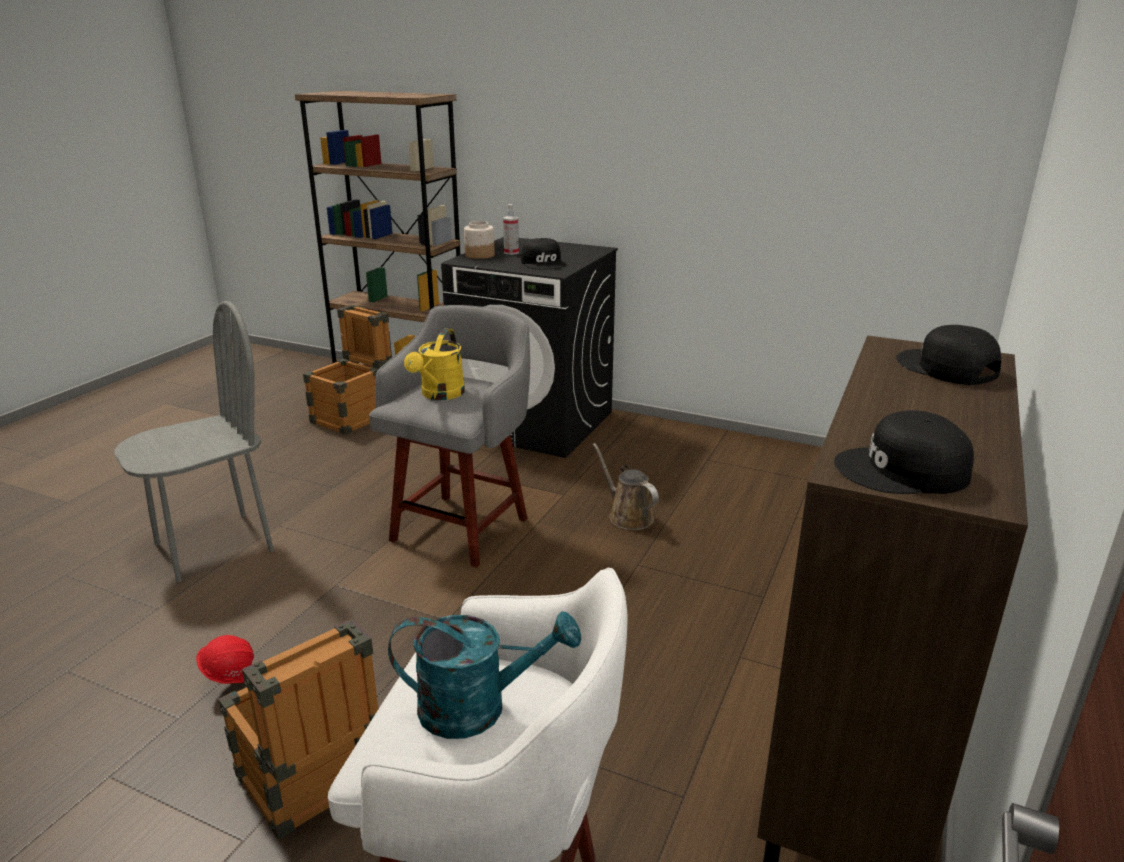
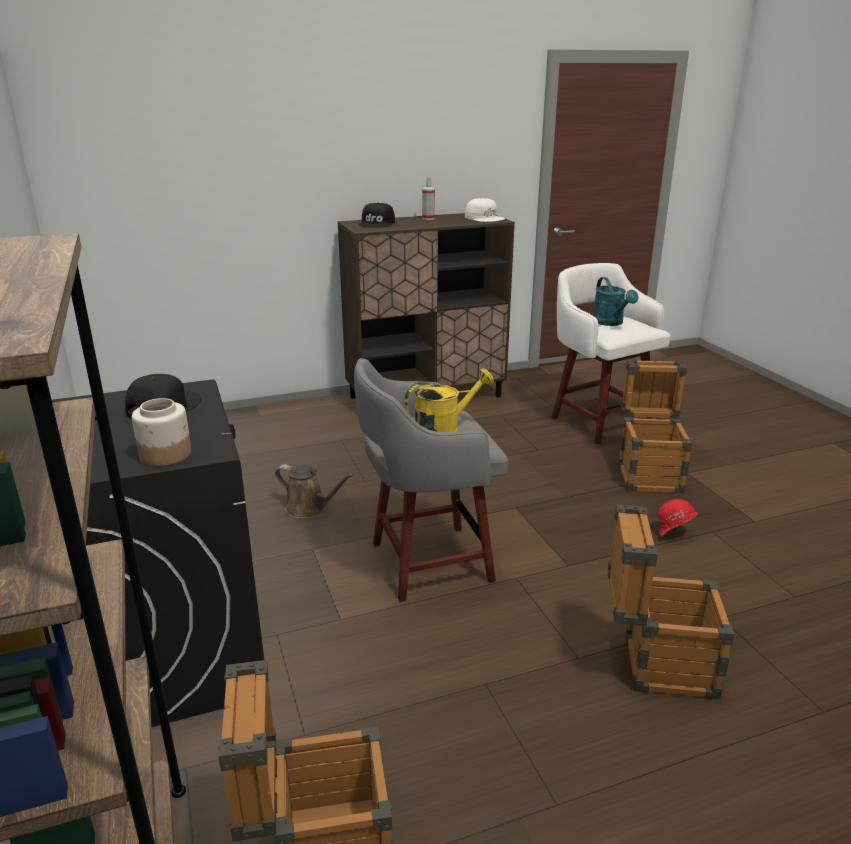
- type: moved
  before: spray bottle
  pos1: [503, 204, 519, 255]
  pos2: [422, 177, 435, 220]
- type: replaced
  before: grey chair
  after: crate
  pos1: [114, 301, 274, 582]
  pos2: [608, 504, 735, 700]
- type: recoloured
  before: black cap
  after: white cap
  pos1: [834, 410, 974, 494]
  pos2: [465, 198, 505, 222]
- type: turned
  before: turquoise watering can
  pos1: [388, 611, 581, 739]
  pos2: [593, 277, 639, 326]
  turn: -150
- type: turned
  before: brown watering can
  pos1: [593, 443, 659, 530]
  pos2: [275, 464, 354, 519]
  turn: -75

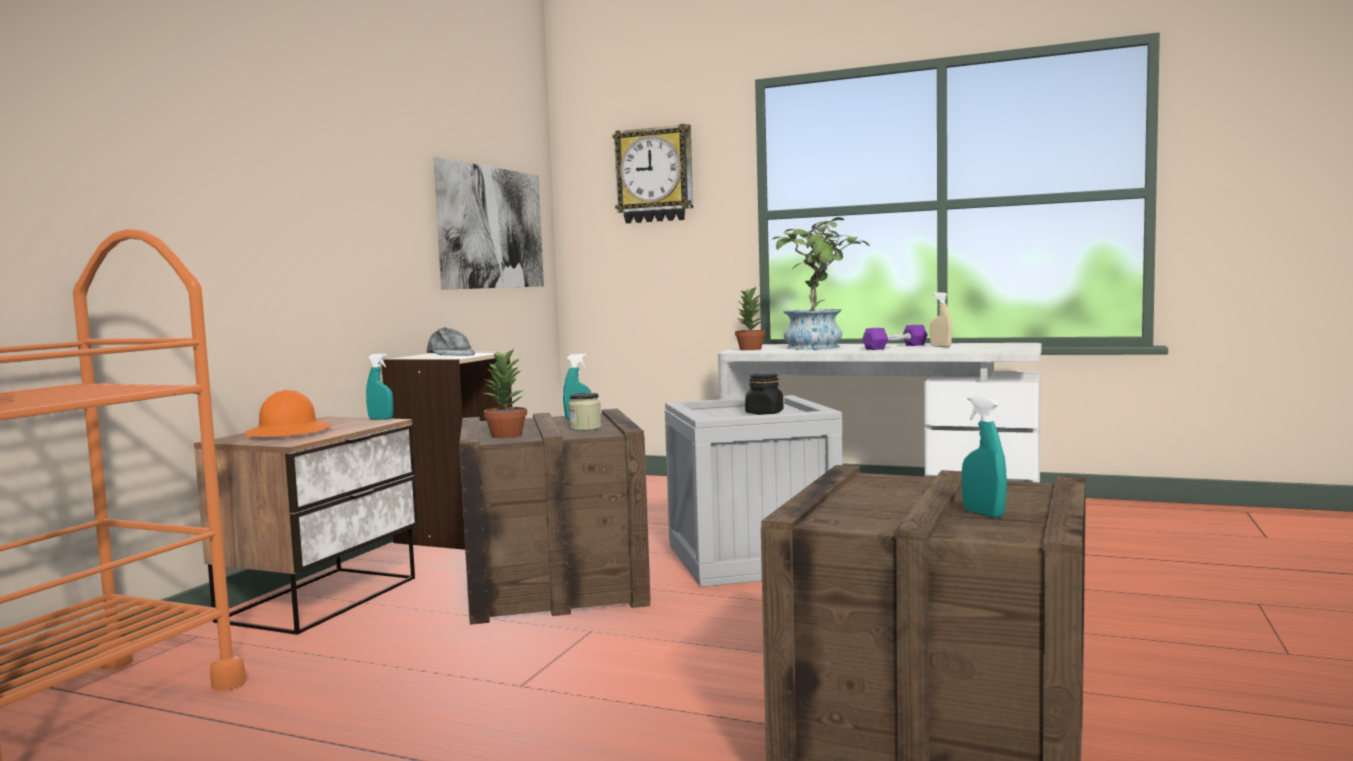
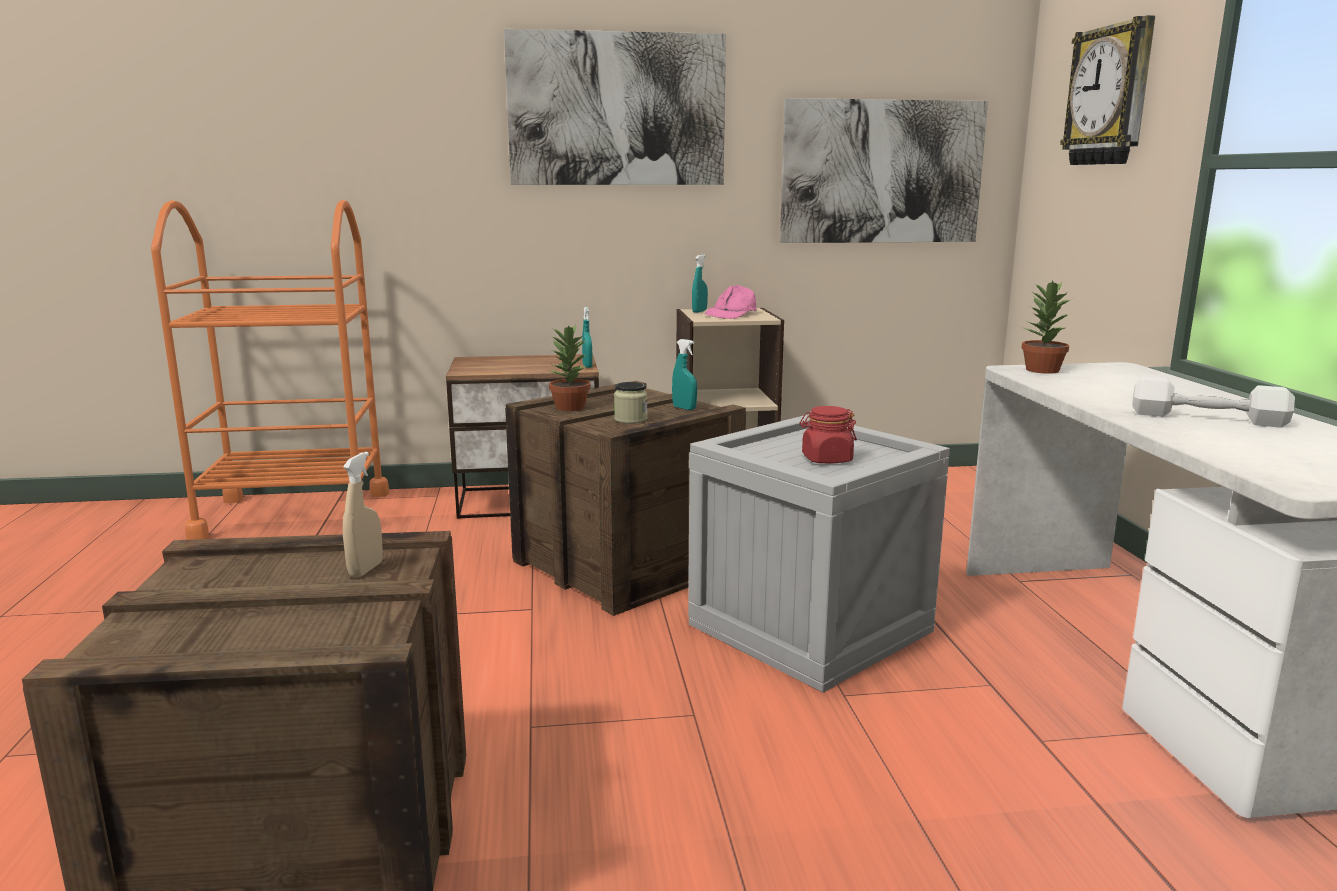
- type: removed
  before: orange hard hat
  pos1: [244, 390, 332, 437]
- type: removed
  before: potted plant
  pos1: [772, 217, 870, 350]
- type: added
  after: picture
  pos2: [504, 29, 726, 185]
- type: moved
  before: beige spray bottle
  pos1: [930, 292, 952, 347]
  pos2: [343, 452, 383, 578]
- type: moved
  before: turquoise spray bottle
  pos1: [962, 395, 1007, 518]
  pos2: [692, 254, 708, 313]
- type: recoloured
  before: grey cap
  after: pink cap
  pos1: [427, 327, 475, 356]
  pos2: [705, 285, 757, 319]
- type: recoloured
  before: black jar
  after: red jar
  pos1: [745, 373, 783, 415]
  pos2: [799, 406, 857, 463]
- type: recoloured
  before: purple dumbbell
  after: white dumbbell
  pos1: [862, 325, 928, 350]
  pos2: [1132, 376, 1295, 428]

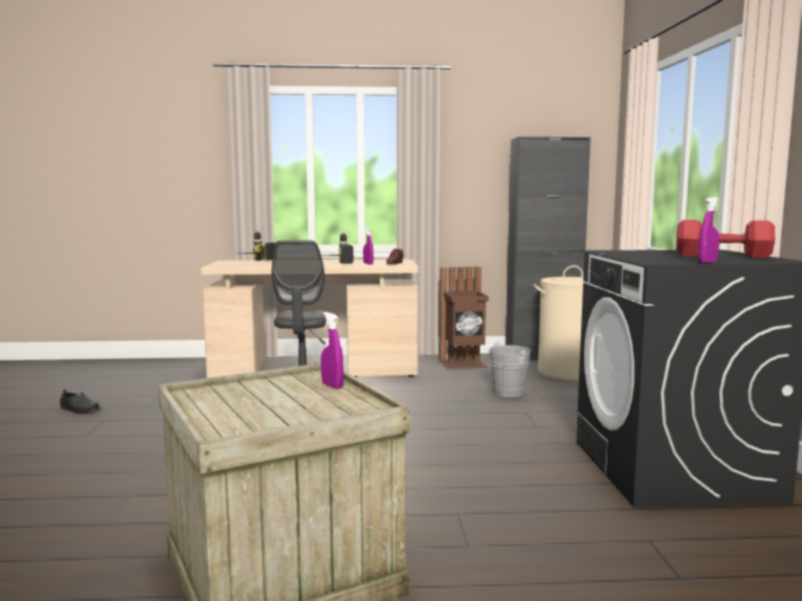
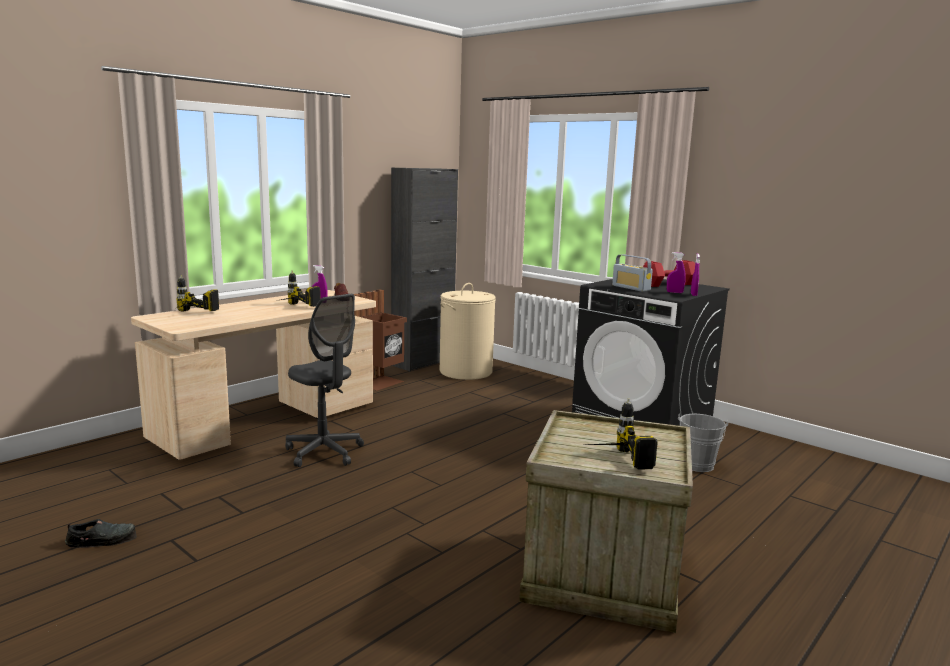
- type: added
  after: power drill
  pos2: [585, 398, 658, 470]
- type: added
  after: radio
  pos2: [612, 254, 653, 292]
- type: moved
  before: purple spray bottle
  pos1: [321, 312, 344, 389]
  pos2: [667, 252, 686, 293]
- type: moved
  before: grey bucket
  pos1: [481, 342, 531, 397]
  pos2: [678, 414, 728, 472]

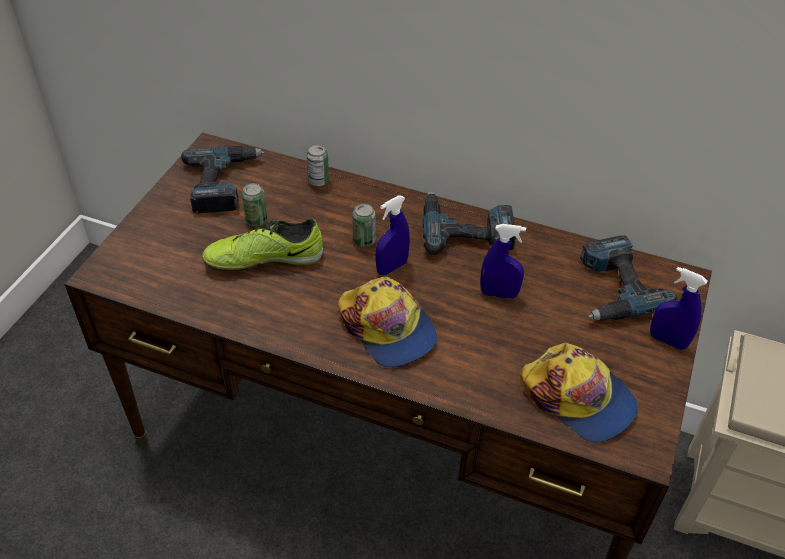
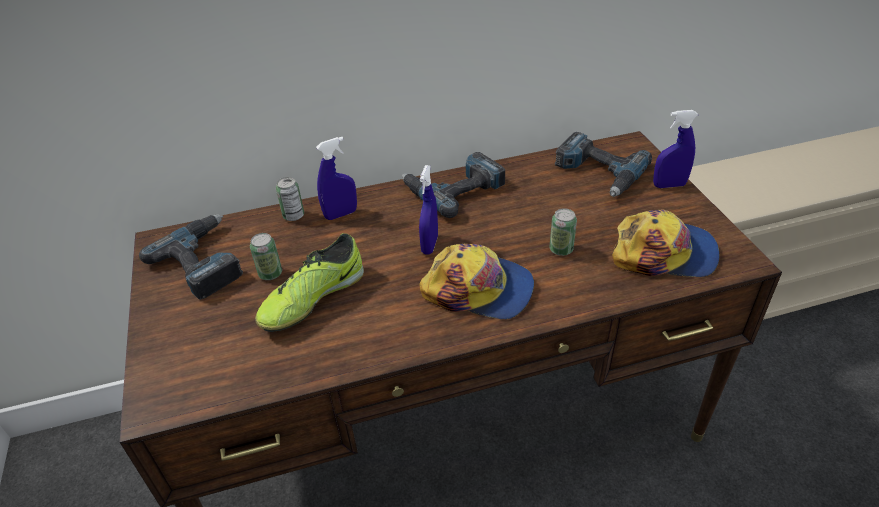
- type: moved
  before: can
  pos1: [352, 203, 376, 247]
  pos2: [550, 208, 577, 256]
- type: moved
  before: blue spray bottle
  pos1: [480, 224, 526, 299]
  pos2: [316, 137, 357, 220]

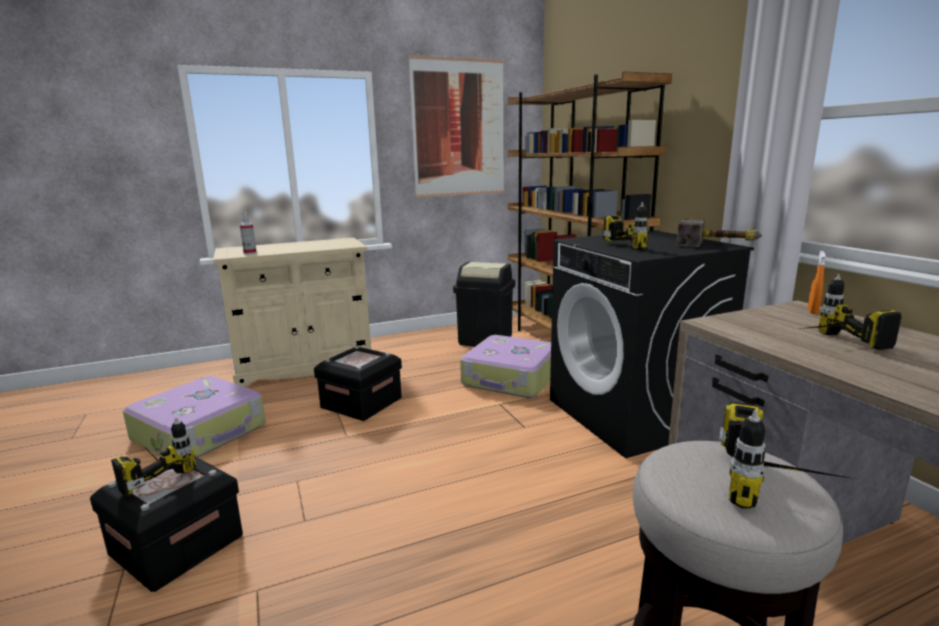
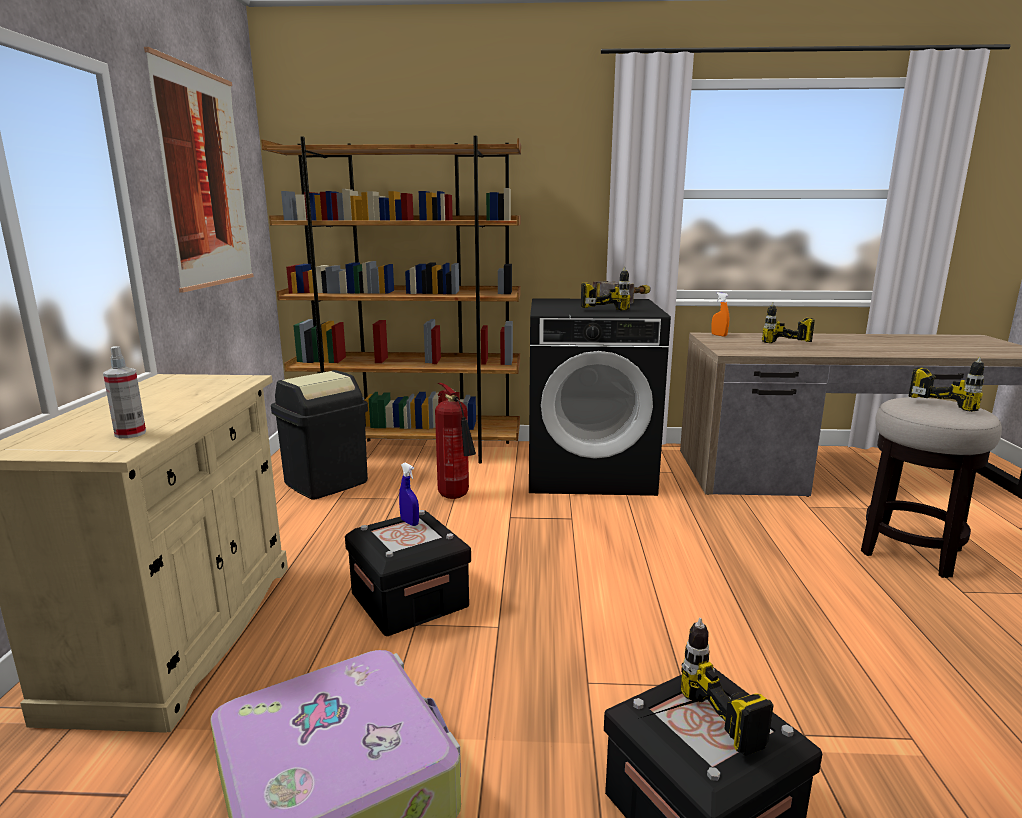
- type: added
  after: blue spray bottle
  pos2: [399, 463, 419, 526]
- type: replaced
  before: suitcase
  after: fire extinguisher
  pos1: [460, 335, 551, 398]
  pos2: [435, 383, 476, 499]

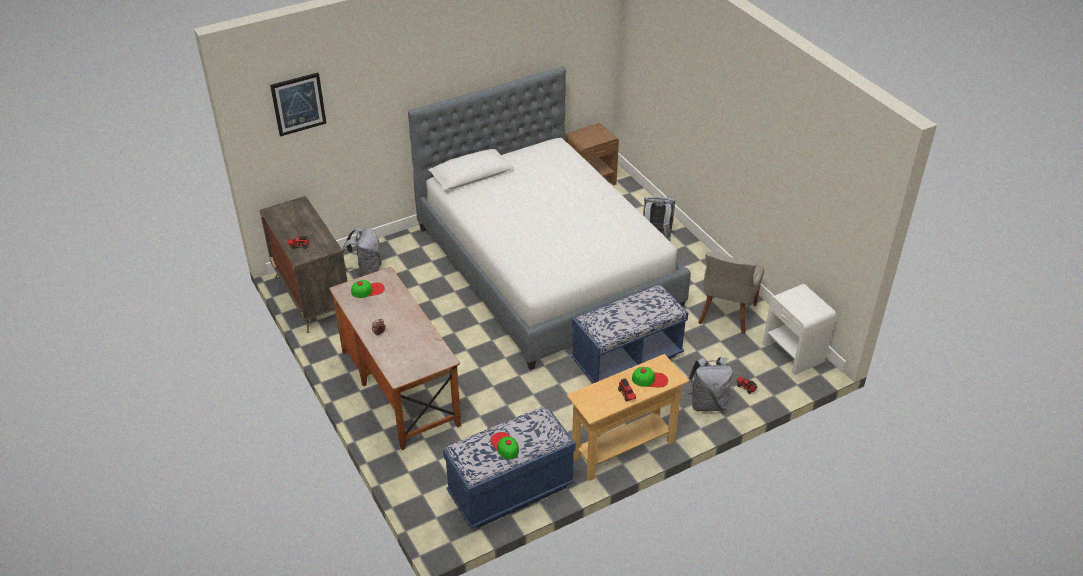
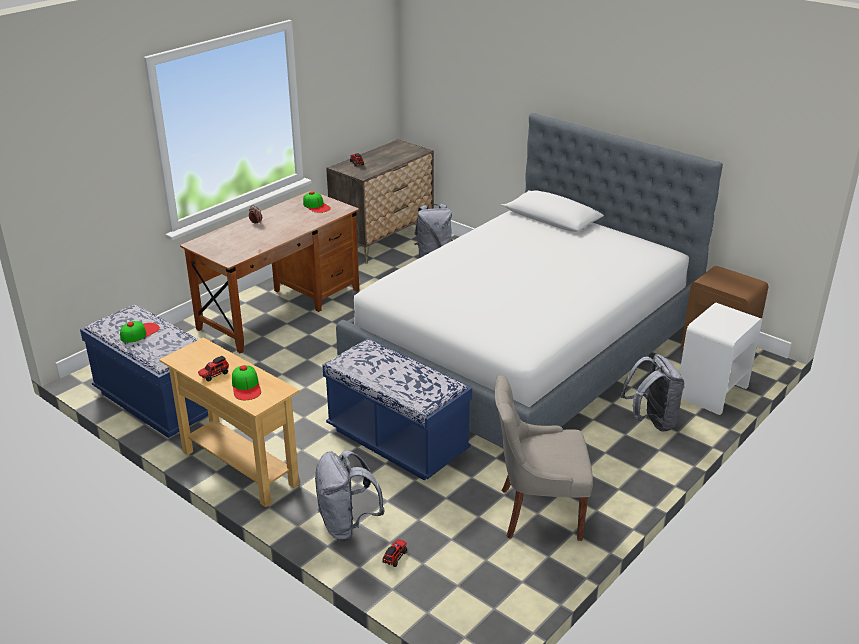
- type: removed
  before: picture
  pos1: [270, 72, 326, 136]
- type: moved
  before: white nightstand
  pos1: [762, 284, 836, 375]
  pos2: [680, 303, 762, 415]

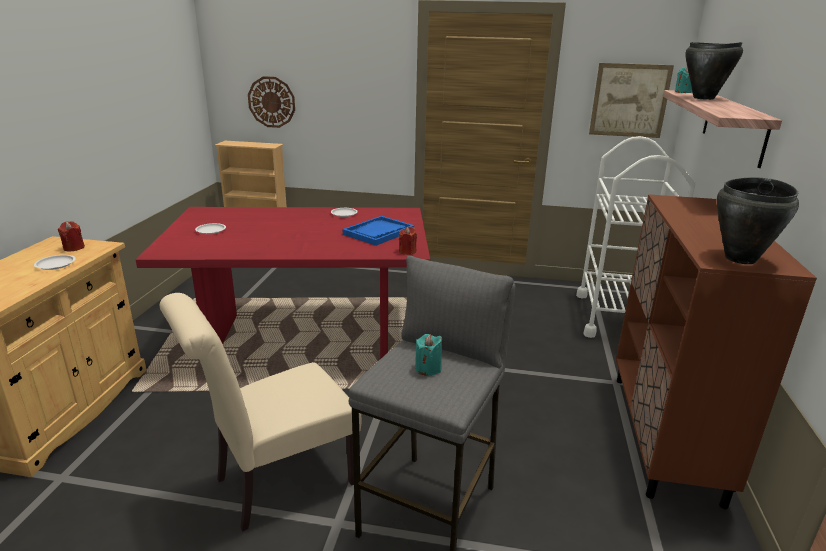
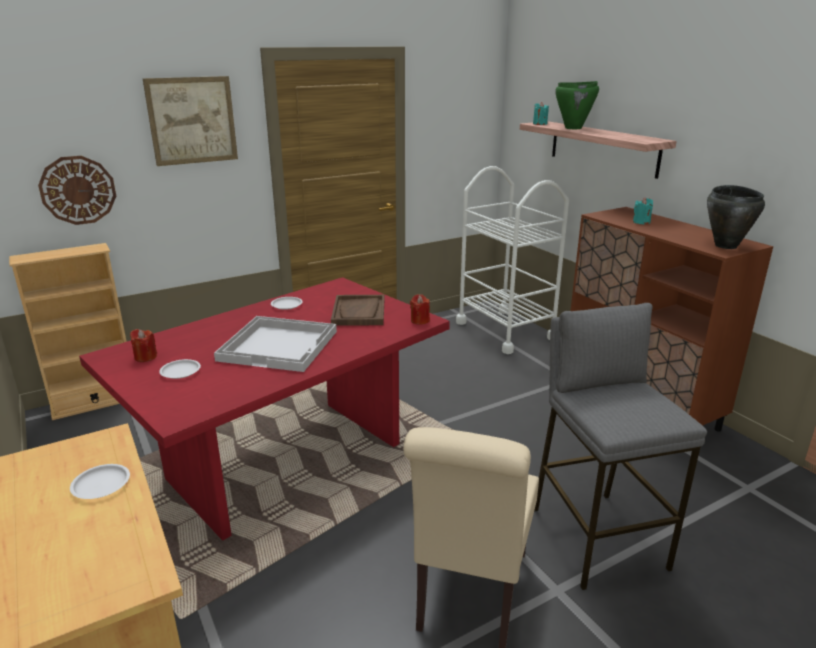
- type: added
  after: white tray
  pos2: [214, 316, 337, 372]
- type: moved
  before: red candle
  pos1: [58, 221, 85, 252]
  pos2: [130, 329, 157, 362]
- type: moved
  before: turquoise candle
  pos1: [415, 334, 442, 376]
  pos2: [633, 198, 653, 225]
- type: moved
  before: picture
  pos1: [589, 63, 674, 138]
  pos2: [143, 76, 238, 166]
- type: recoloured
  before: blue tray
  after: brown tray
  pos1: [343, 216, 414, 246]
  pos2: [331, 295, 384, 326]
- type: recoloured
  before: black cooking pot
  after: green cooking pot
  pos1: [685, 42, 743, 100]
  pos2: [555, 81, 599, 129]

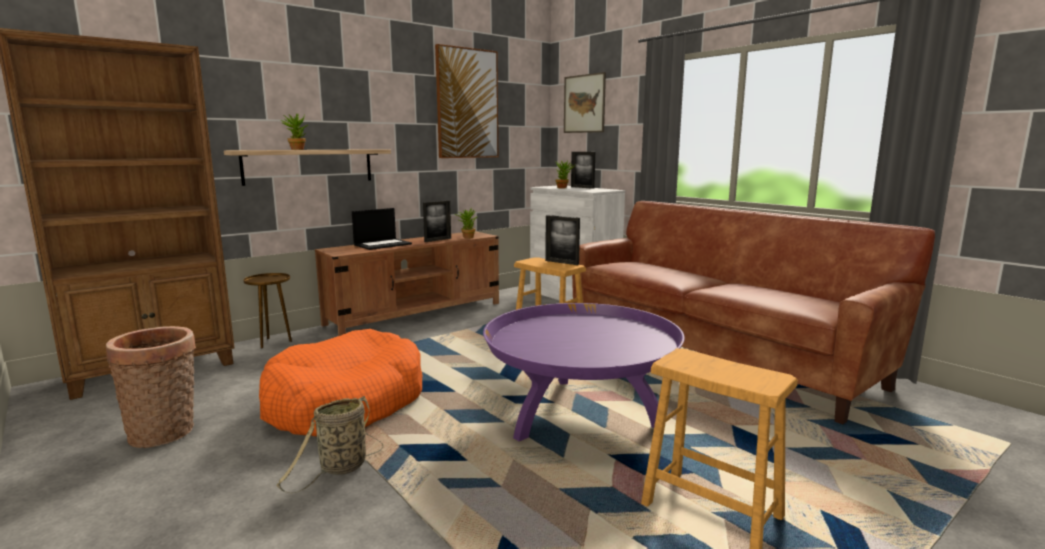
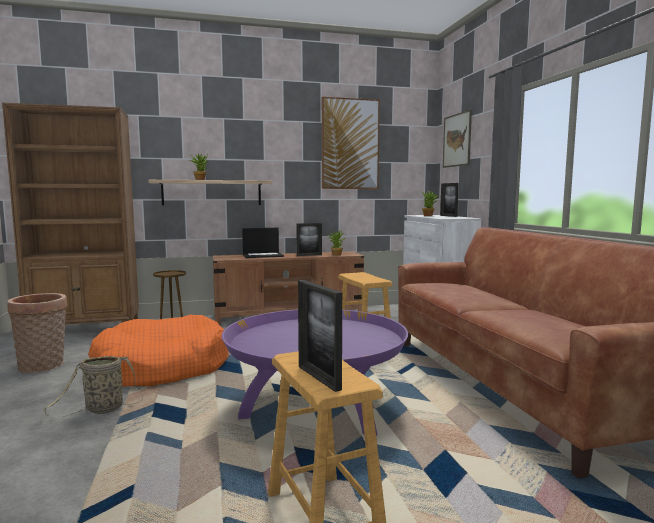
- type: moved
  before: picture frame
  pos1: [545, 215, 580, 265]
  pos2: [298, 280, 342, 392]

